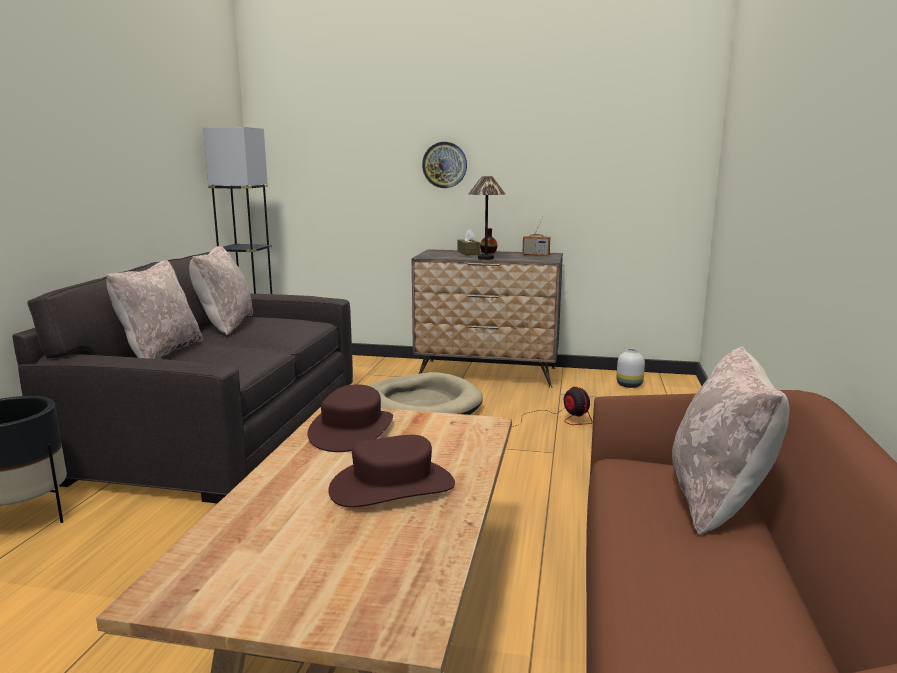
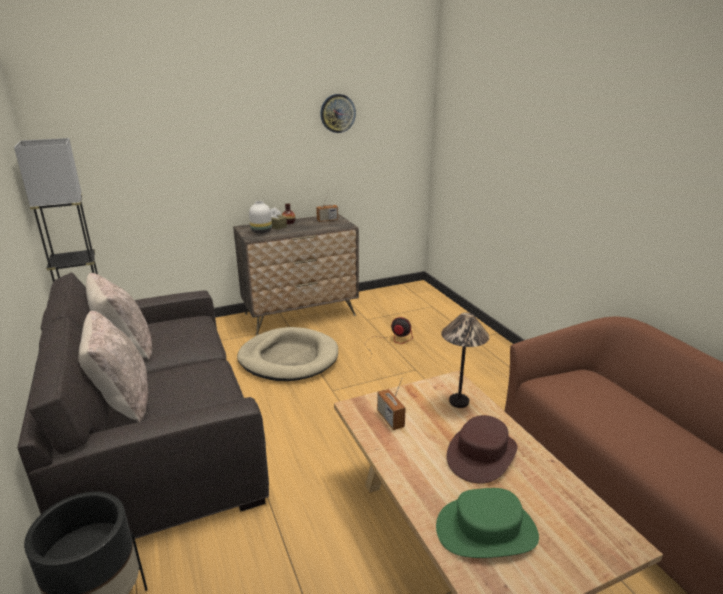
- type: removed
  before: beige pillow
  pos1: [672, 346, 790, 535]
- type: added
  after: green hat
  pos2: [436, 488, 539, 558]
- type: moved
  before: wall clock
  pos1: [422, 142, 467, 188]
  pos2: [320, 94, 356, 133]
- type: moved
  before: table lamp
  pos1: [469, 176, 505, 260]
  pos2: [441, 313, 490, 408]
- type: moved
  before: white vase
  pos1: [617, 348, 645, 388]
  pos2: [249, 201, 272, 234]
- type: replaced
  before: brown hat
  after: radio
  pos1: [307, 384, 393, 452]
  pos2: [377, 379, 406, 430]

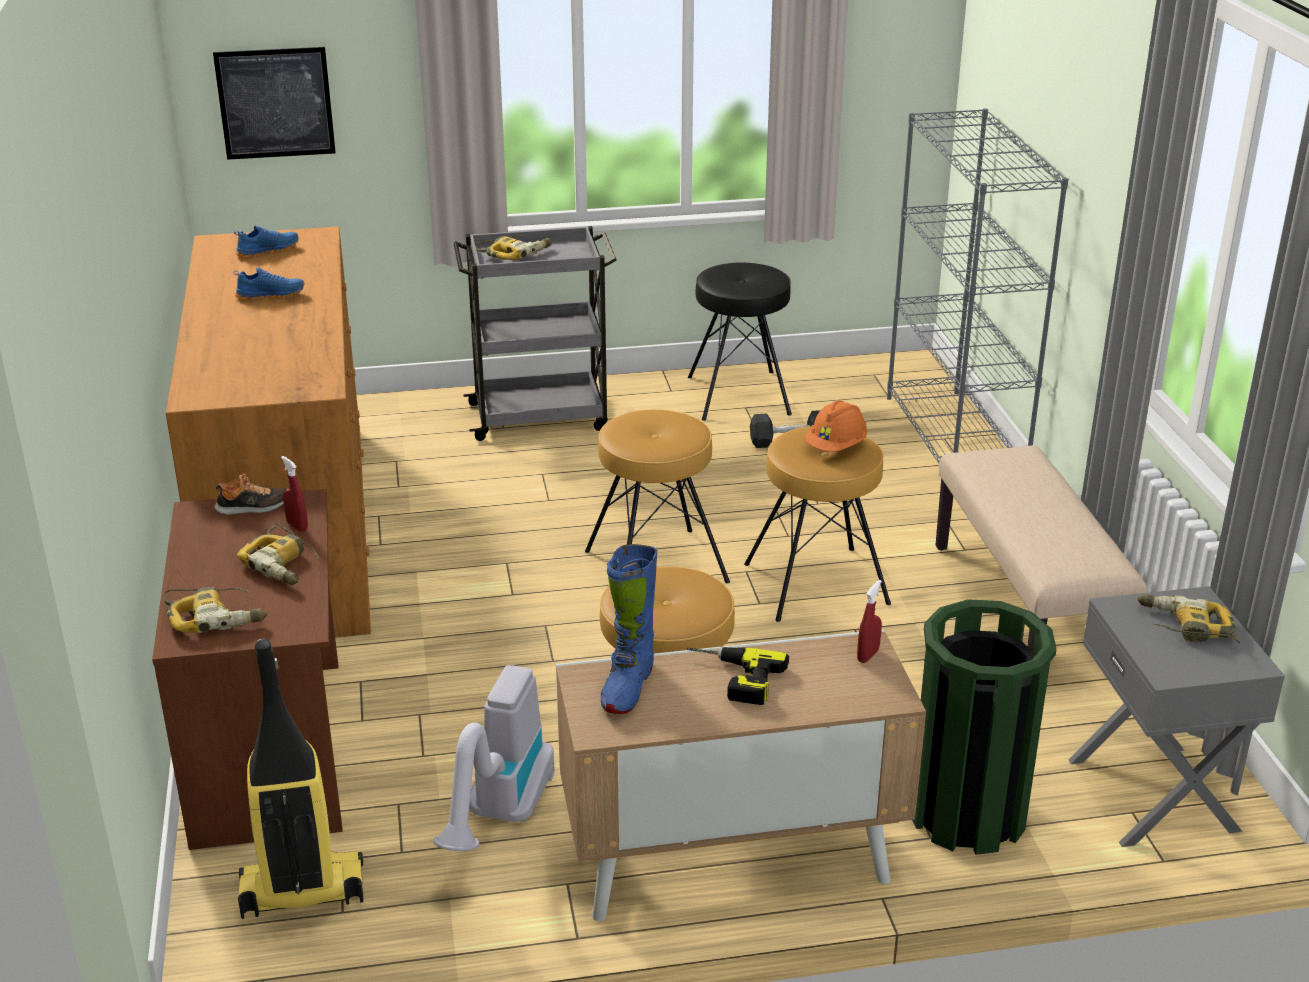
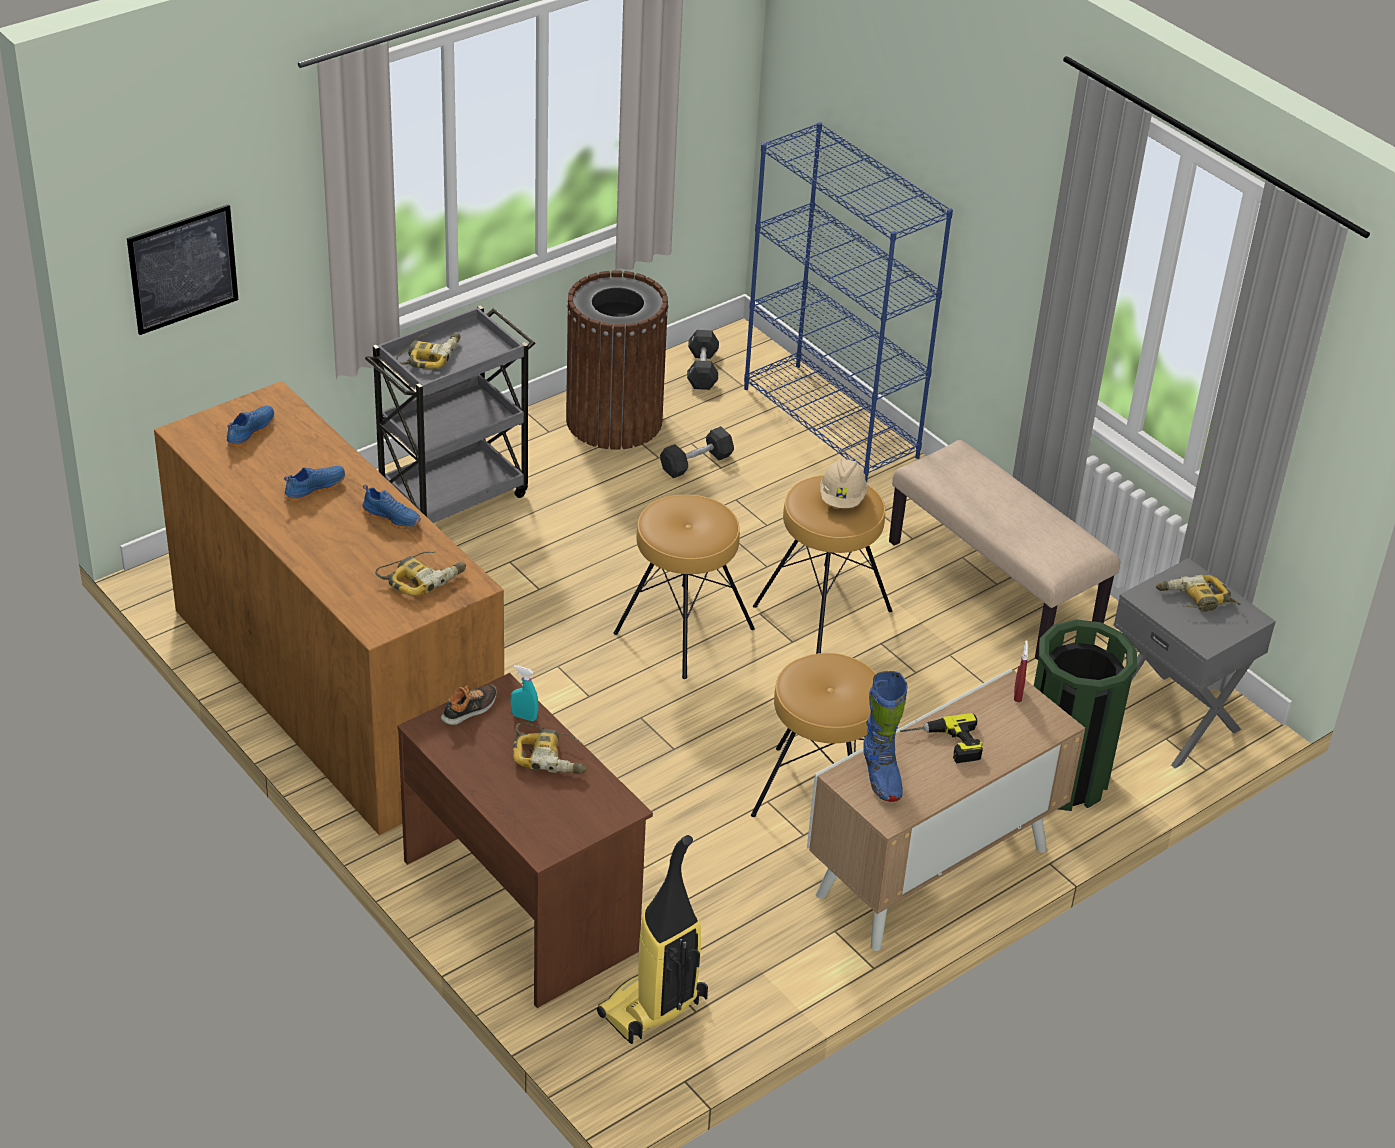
- type: removed
  before: vacuum cleaner
  pos1: [433, 665, 555, 851]
- type: added
  after: blue shoe
  pos2: [362, 484, 421, 529]
- type: added
  after: black dumbbell
  pos2: [687, 330, 719, 390]
- type: moved
  before: power drill
  pos1: [163, 587, 267, 633]
  pos2: [375, 552, 466, 596]
- type: replaced
  before: black stool
  after: brown trash can
  pos1: [688, 263, 792, 421]
  pos2: [566, 270, 669, 450]
- type: recoloured
  before: red spray bottle
  after: turquoise spray bottle
  pos1: [281, 456, 308, 532]
  pos2: [510, 665, 538, 721]
- type: recoloured
  before: orange hard hat
  after: beige hard hat
  pos1: [805, 400, 867, 452]
  pos2: [820, 458, 868, 508]
- type: recoloured
  before: grey bookcase
  after: blue bookcase
  pos1: [887, 108, 1069, 464]
  pos2: [744, 122, 953, 482]

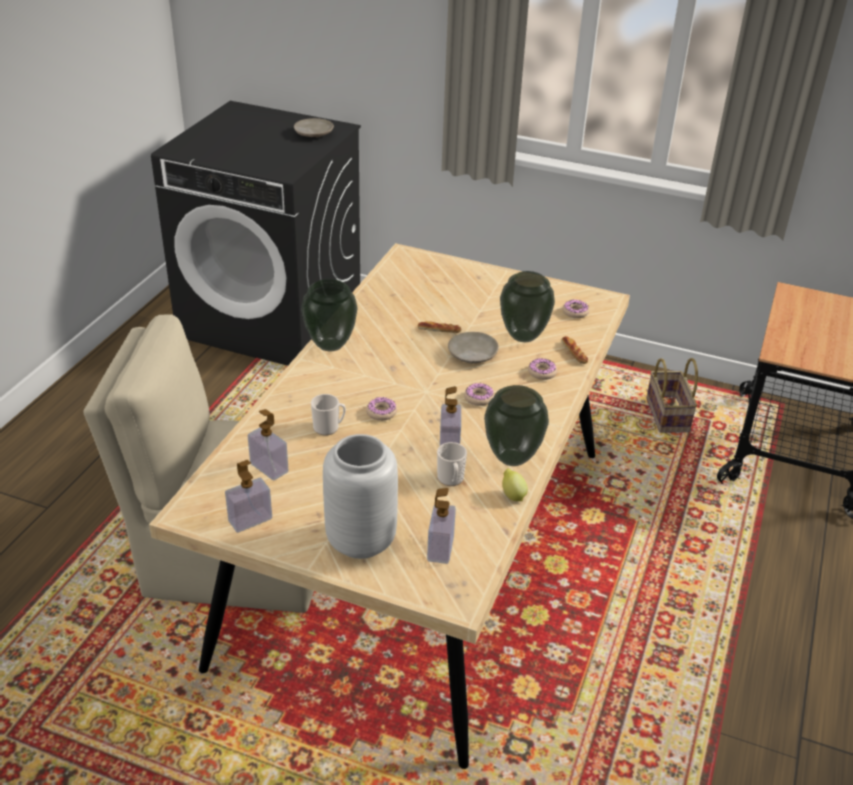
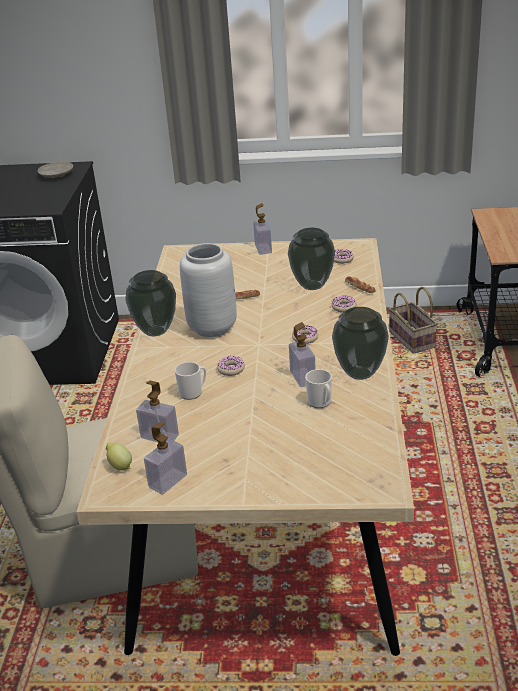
- type: removed
  before: beige plate
  pos1: [448, 332, 499, 363]
- type: moved
  before: grey vase
  pos1: [323, 434, 398, 559]
  pos2: [180, 243, 237, 337]
- type: moved
  before: soap dispenser
  pos1: [427, 488, 456, 564]
  pos2: [253, 203, 272, 255]
- type: moved
  before: lemon
  pos1: [502, 469, 528, 501]
  pos2: [106, 442, 132, 471]

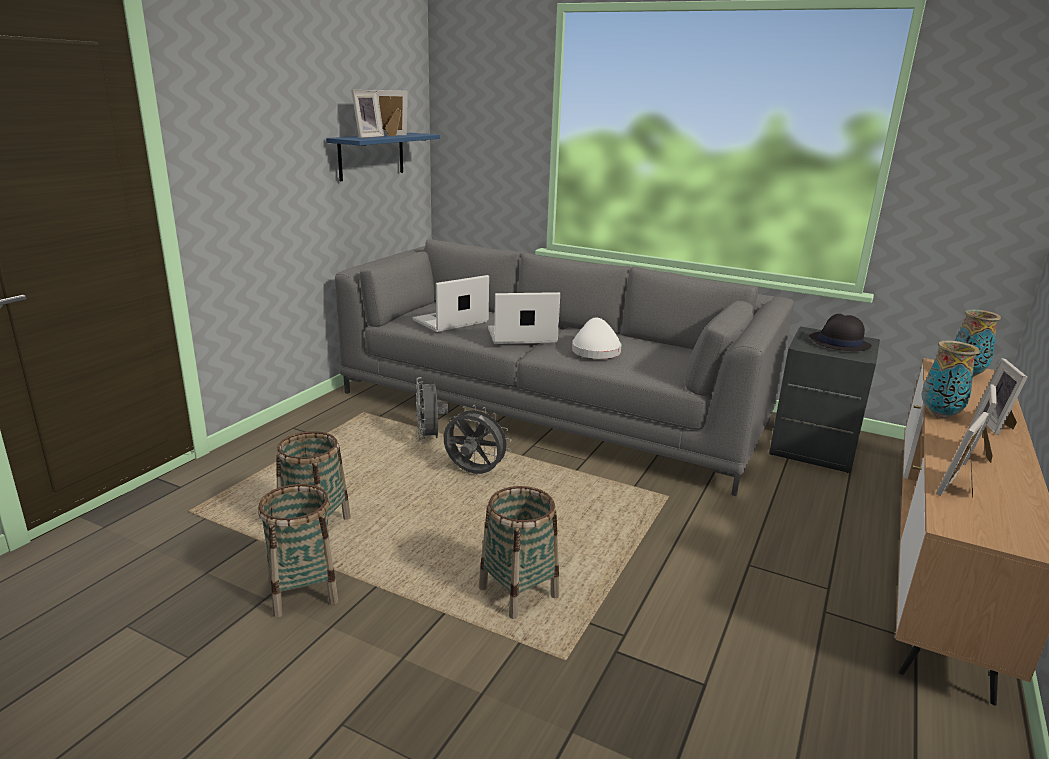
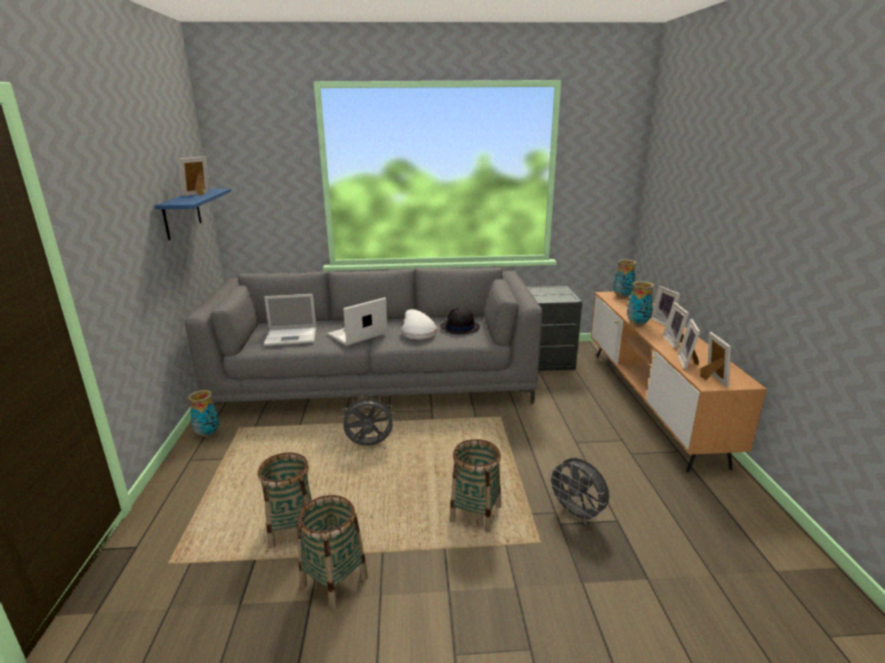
- type: added
  after: vase
  pos2: [188, 390, 219, 437]
- type: moved
  before: picture frame
  pos1: [351, 90, 384, 138]
  pos2: [700, 332, 731, 387]
- type: moved
  before: grey fan
  pos1: [416, 377, 449, 444]
  pos2: [546, 458, 609, 524]
- type: moved
  before: black hat
  pos1: [809, 314, 872, 351]
  pos2: [440, 308, 480, 334]
- type: turned
  before: laptop
  pos1: [412, 275, 489, 332]
  pos2: [264, 294, 316, 346]
  turn: -120

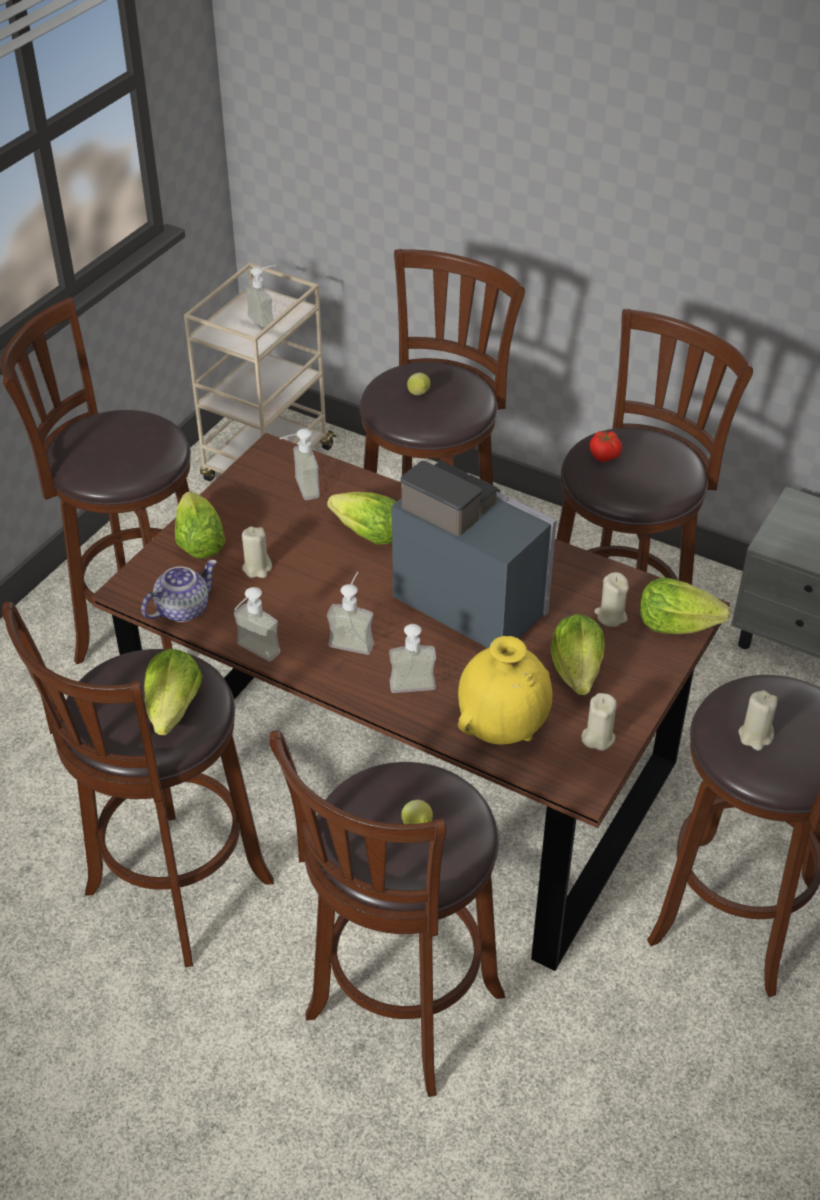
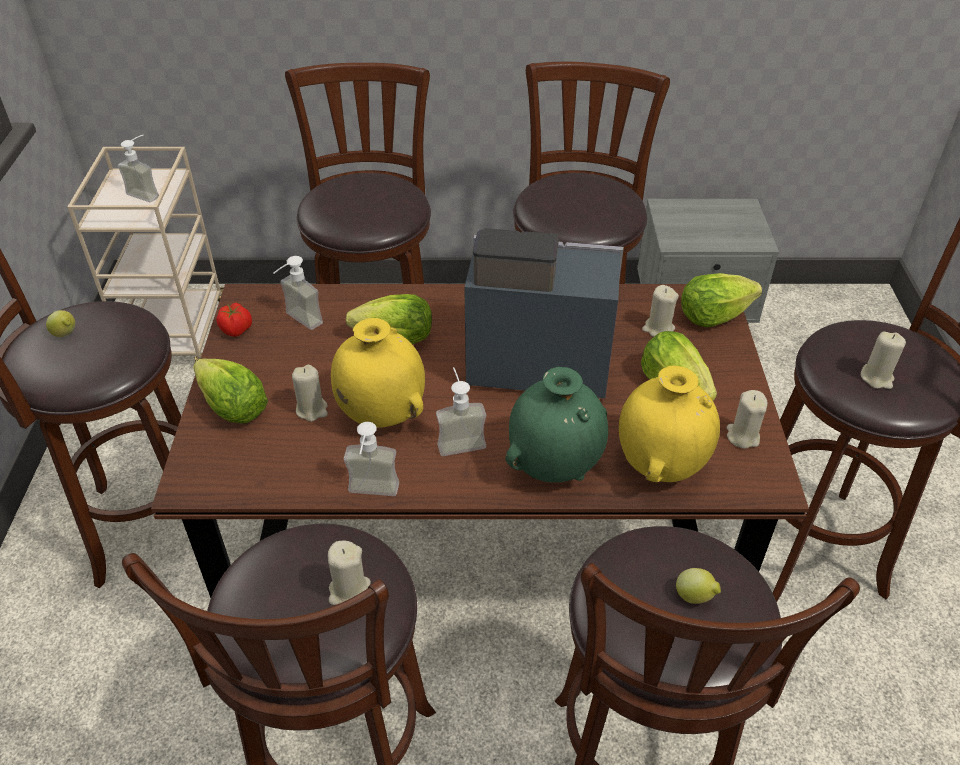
- type: removed
  before: teapot
  pos1: [141, 560, 217, 622]
- type: added
  after: yellow vase
  pos2: [331, 318, 425, 428]
- type: moved
  before: lemon
  pos1: [407, 373, 430, 395]
  pos2: [46, 310, 75, 337]
- type: moved
  before: tomato
  pos1: [590, 431, 622, 462]
  pos2: [216, 303, 252, 337]
- type: replaced
  before: lettuce
  after: beige candle
  pos1: [144, 649, 202, 735]
  pos2: [328, 541, 371, 605]
- type: replaced
  before: soap dispenser
  after: green vase
  pos1: [389, 624, 436, 693]
  pos2: [505, 367, 608, 482]

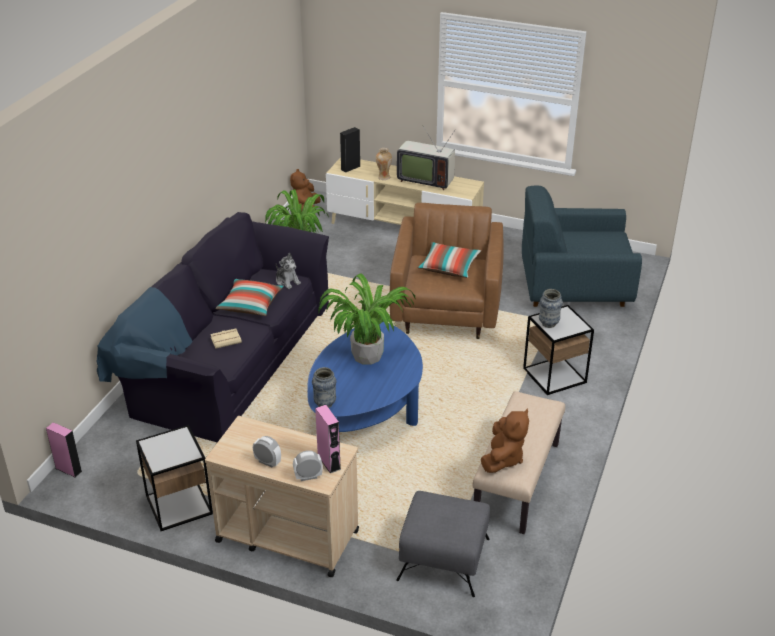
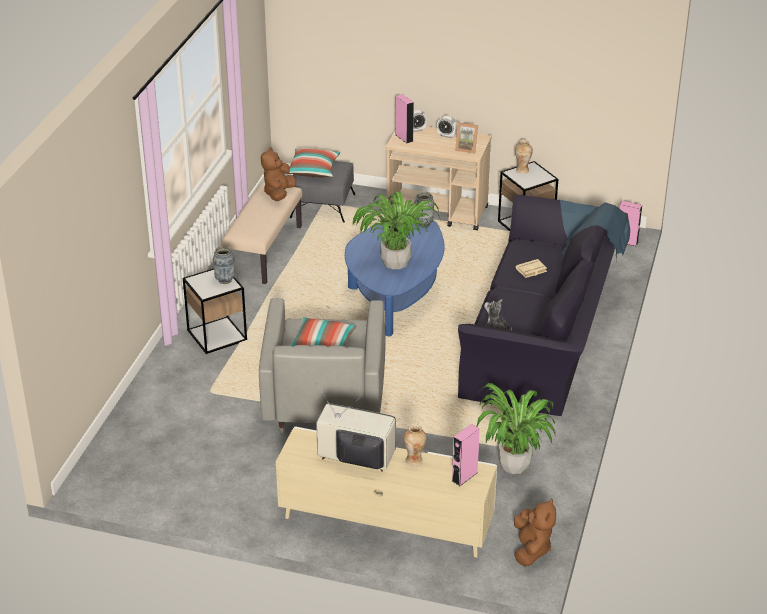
- type: removed
  before: blue armchair
  pos1: [522, 185, 642, 307]
- type: added
  after: picture frame
  pos2: [455, 122, 478, 154]
- type: added
  after: vase
  pos2: [515, 140, 533, 174]
- type: moved
  before: pillow
  pos1: [215, 279, 284, 316]
  pos2: [289, 149, 340, 178]
- type: recoloured
  before: black speaker
  after: pink speaker
  pos1: [340, 127, 361, 172]
  pos2: [452, 424, 480, 486]
- type: recoloured
  before: brown armchair
  after: grey armchair
  pos1: [390, 203, 504, 339]
  pos2: [259, 298, 386, 433]

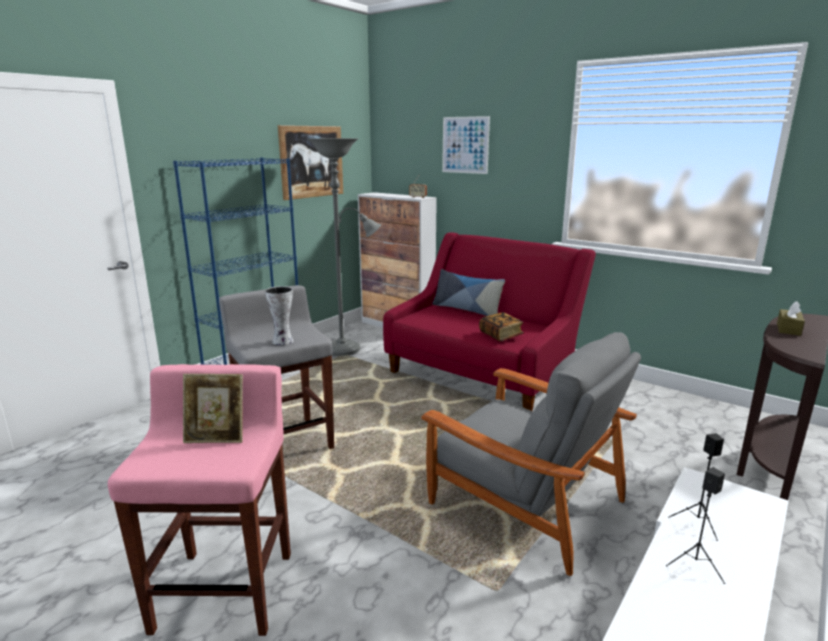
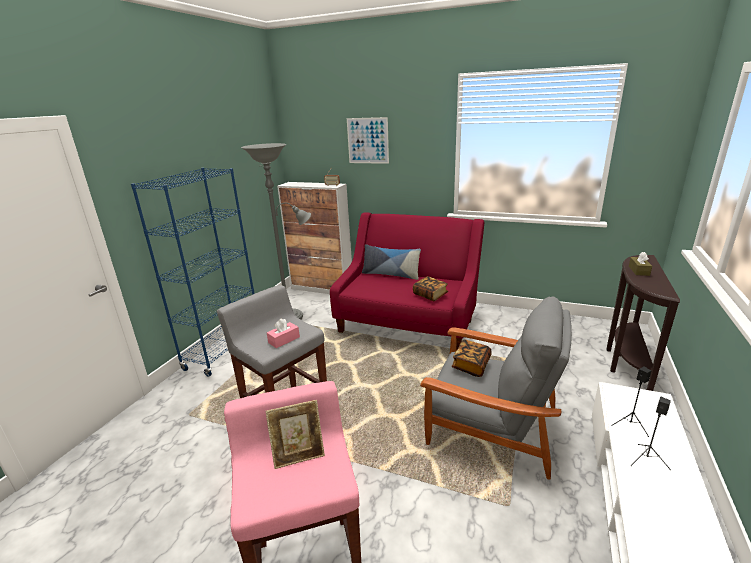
- type: removed
  before: picture
  pos1: [278, 125, 343, 200]
- type: added
  after: book
  pos2: [452, 339, 491, 377]
- type: replaced
  before: vase
  after: pink tissue box
  pos1: [265, 286, 294, 345]
  pos2: [267, 319, 300, 348]

